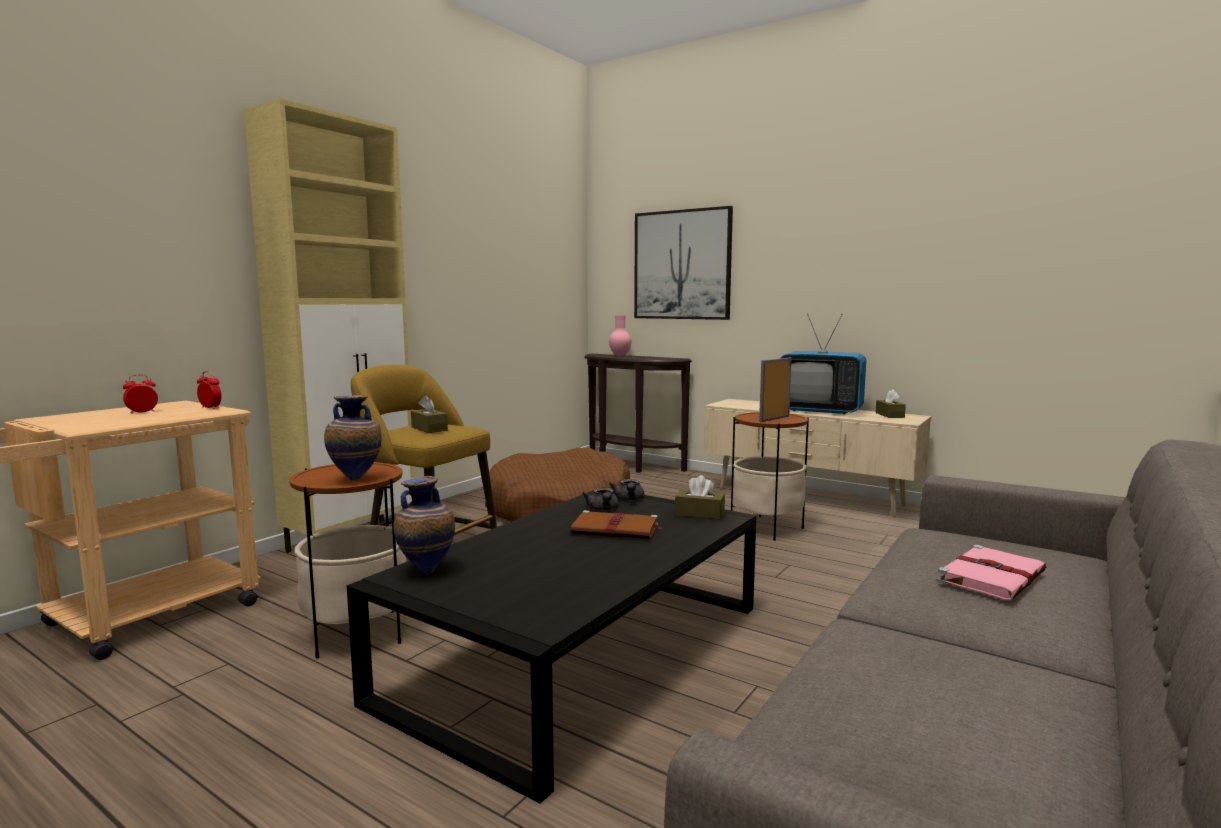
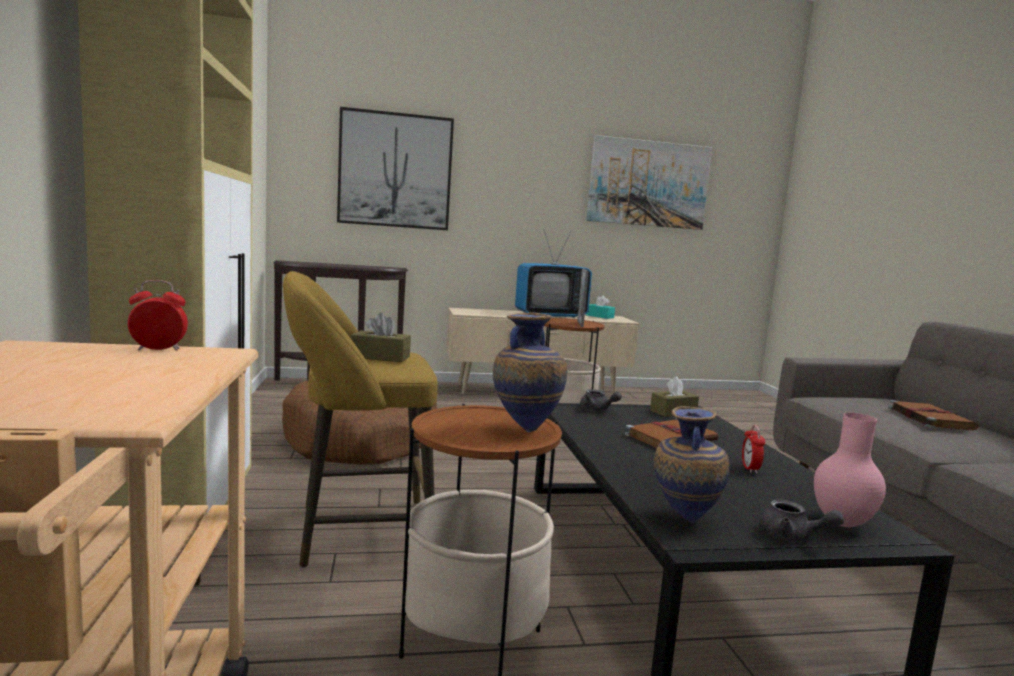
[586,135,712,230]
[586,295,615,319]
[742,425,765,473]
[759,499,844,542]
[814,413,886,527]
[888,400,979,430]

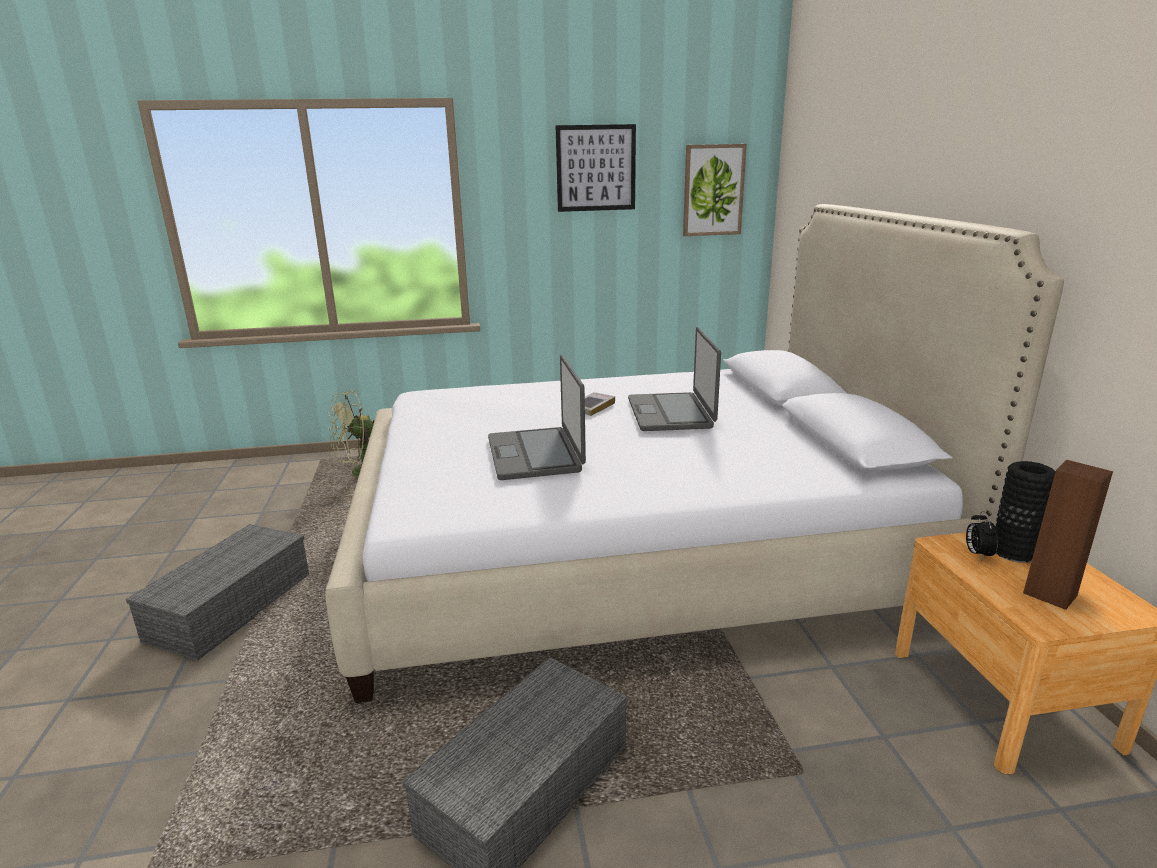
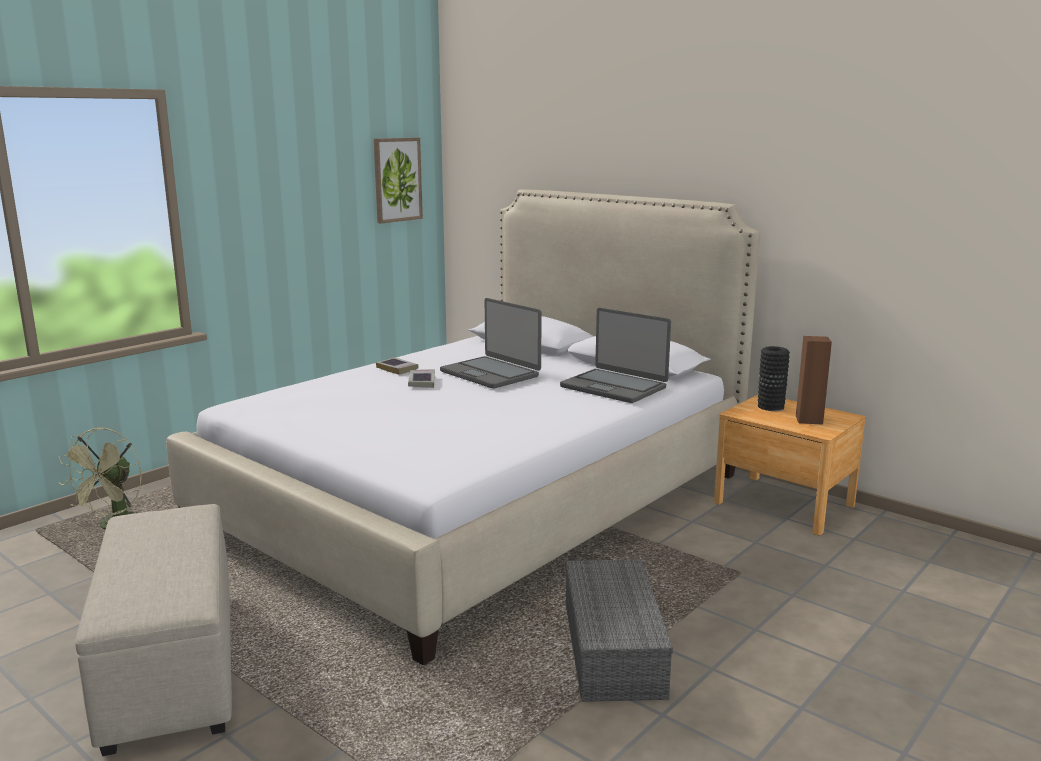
[75,504,232,756]
[376,357,418,375]
[560,308,671,403]
[556,124,636,212] (first image)
[966,511,999,561] (first image)

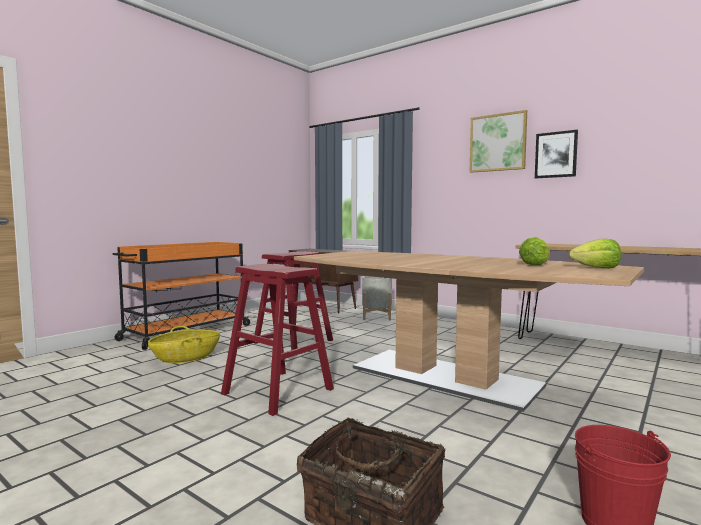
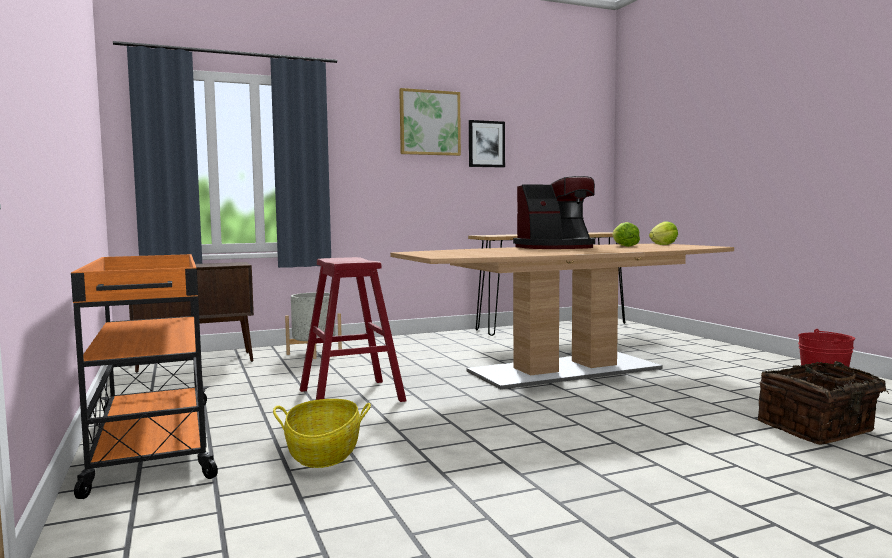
[513,176,595,249]
[221,264,334,416] (first image)

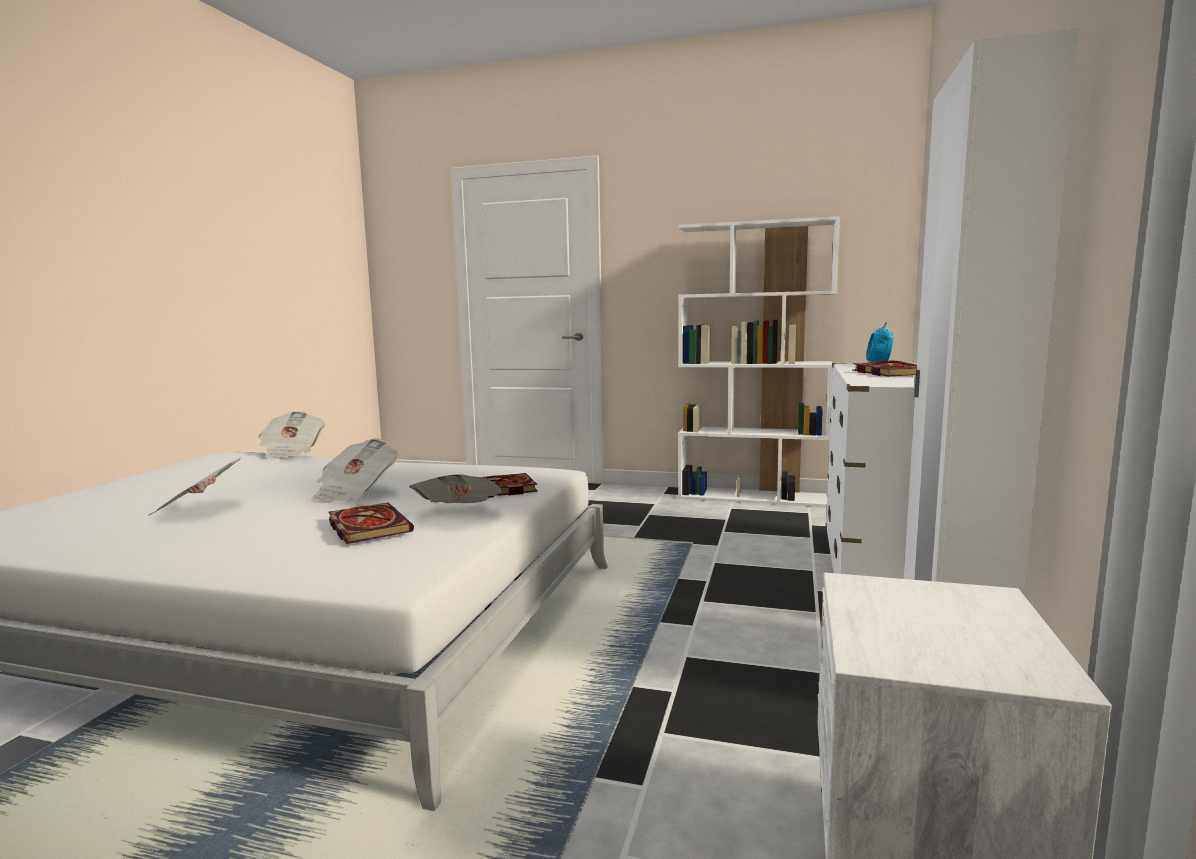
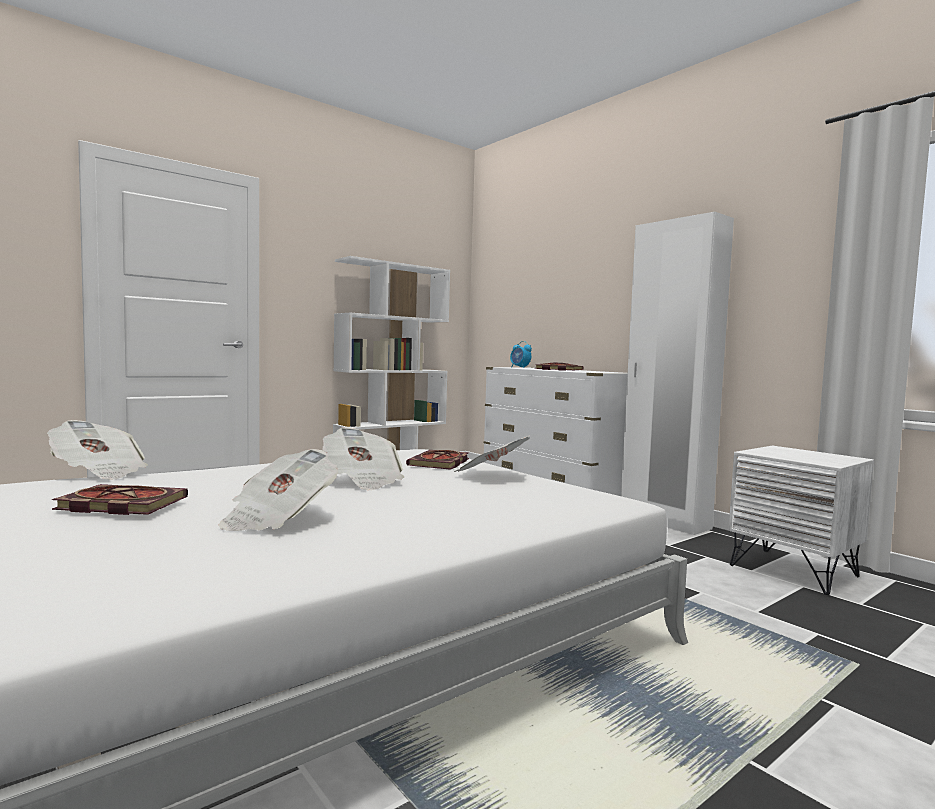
[52,484,188,515]

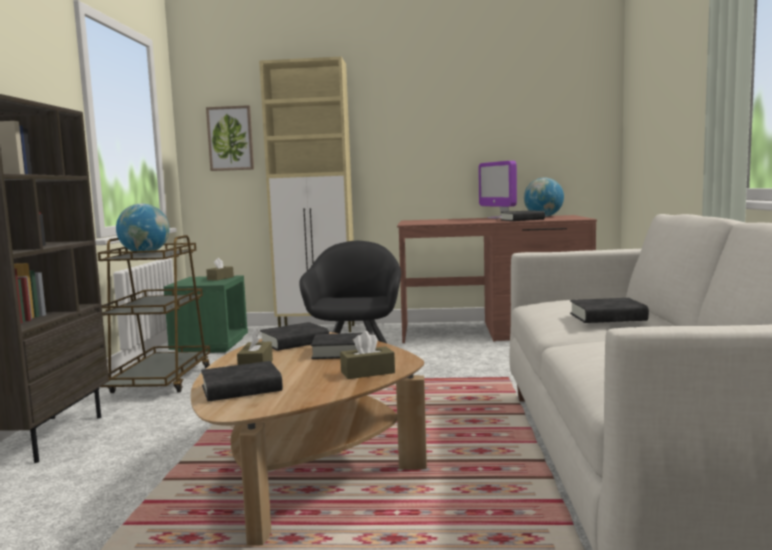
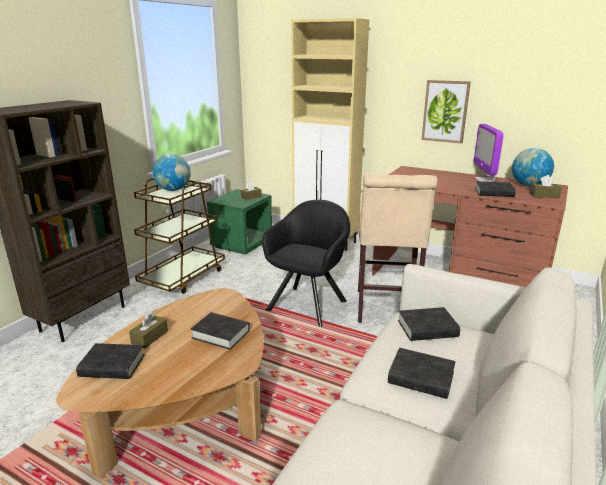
[358,173,438,323]
[398,307,460,341]
[422,80,471,143]
[530,175,562,198]

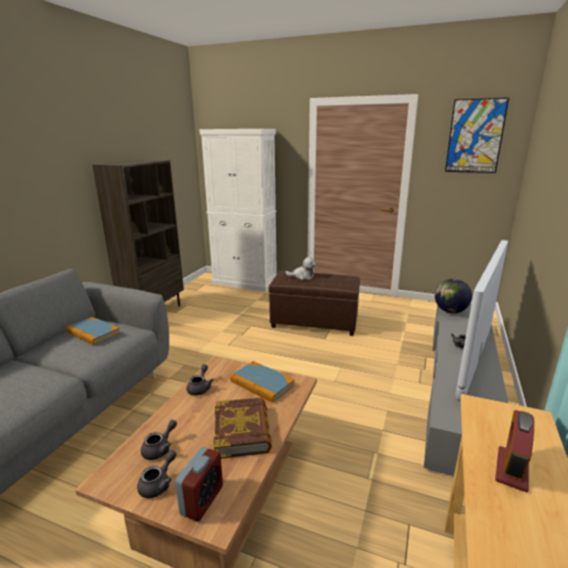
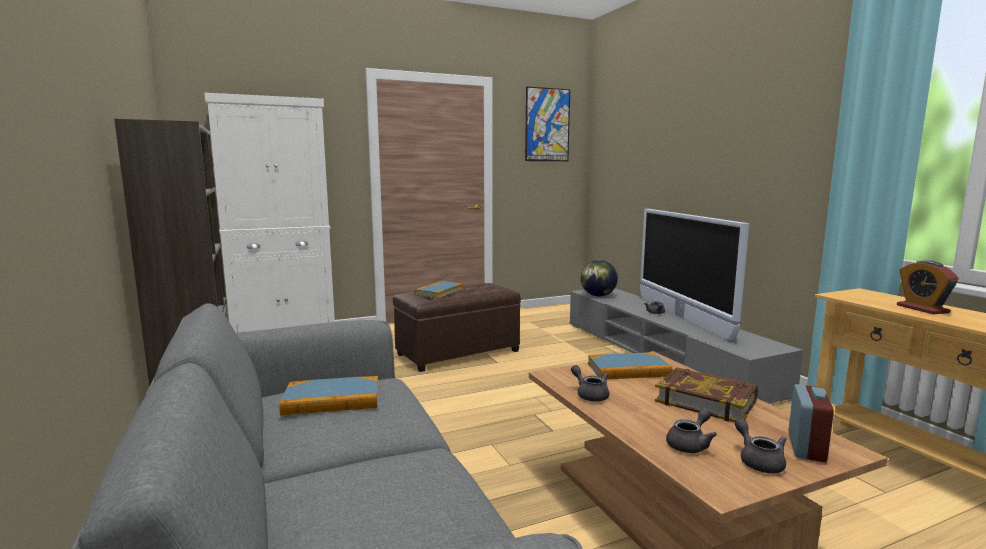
[415,281,463,299]
[666,408,717,453]
[789,384,834,462]

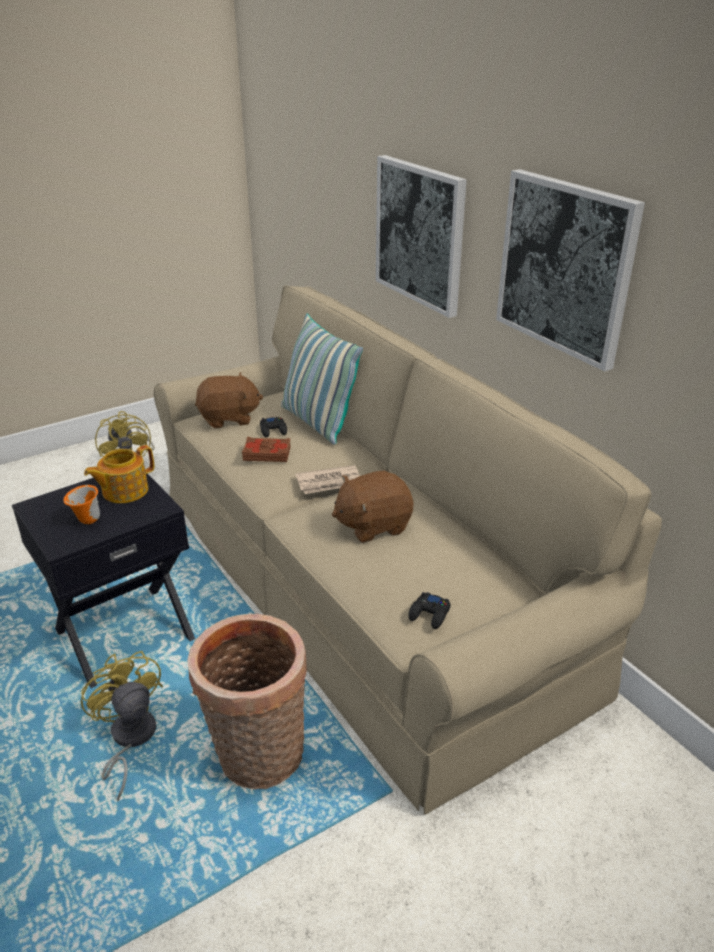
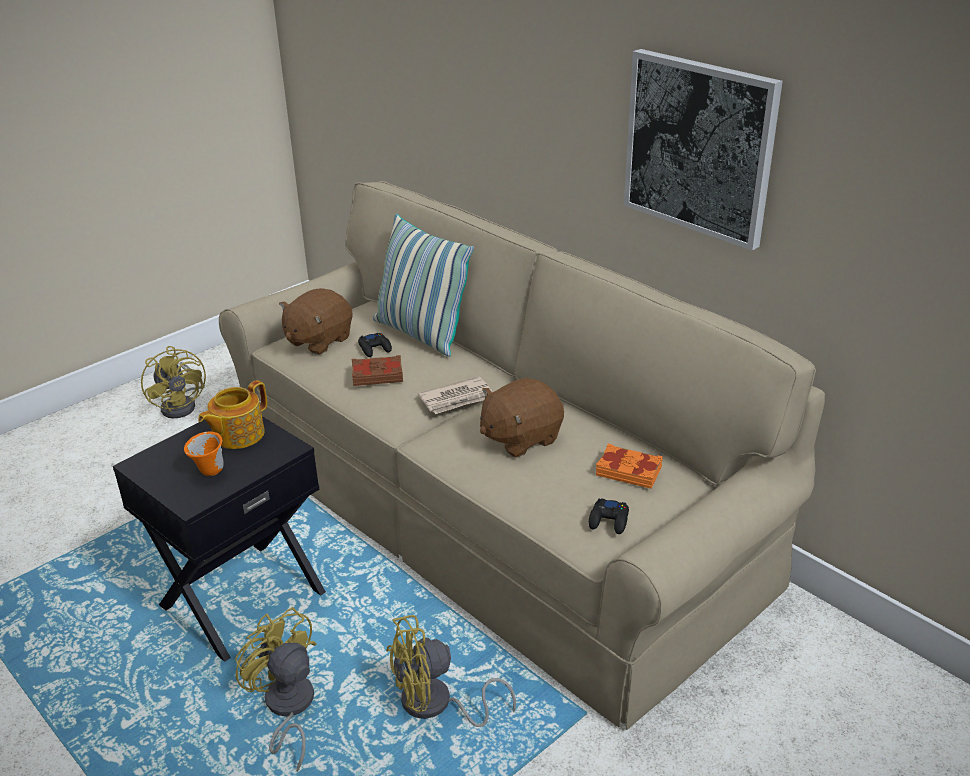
[279,288,353,355]
[386,615,516,727]
[596,444,663,489]
[376,155,467,318] (first image)

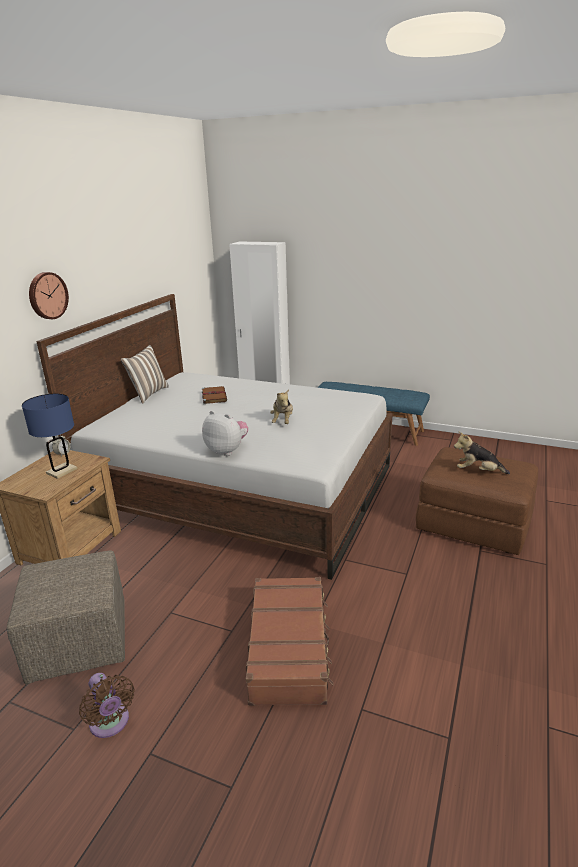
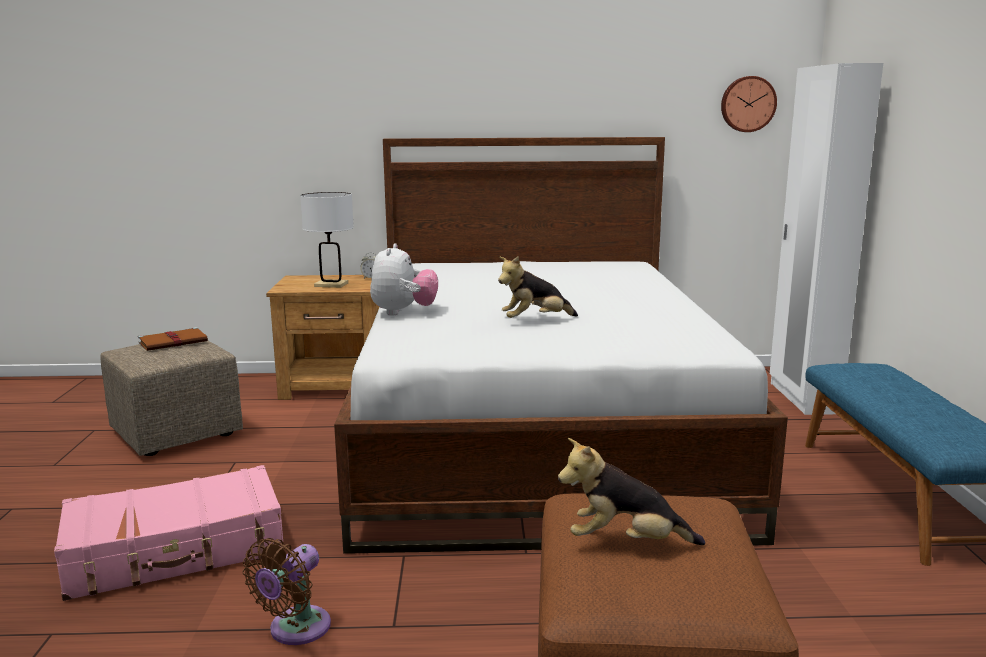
[54,465,283,601]
[138,327,208,351]
[243,538,331,645]
[300,192,354,288]
[558,438,705,545]
[721,76,777,132]
[121,345,169,403] (first image)

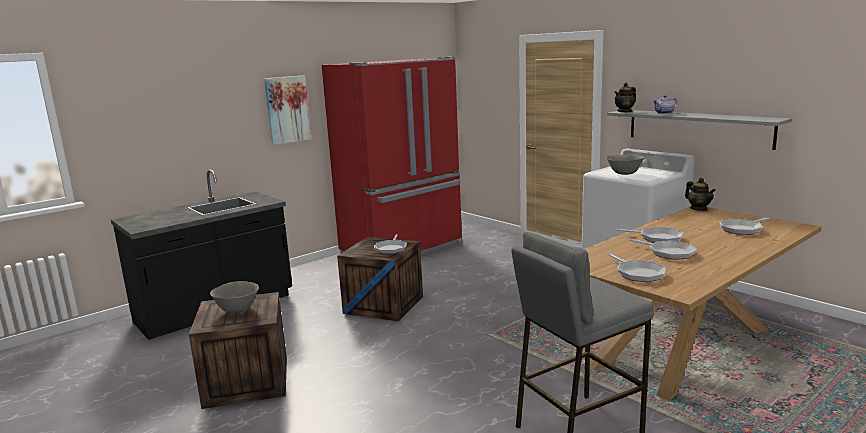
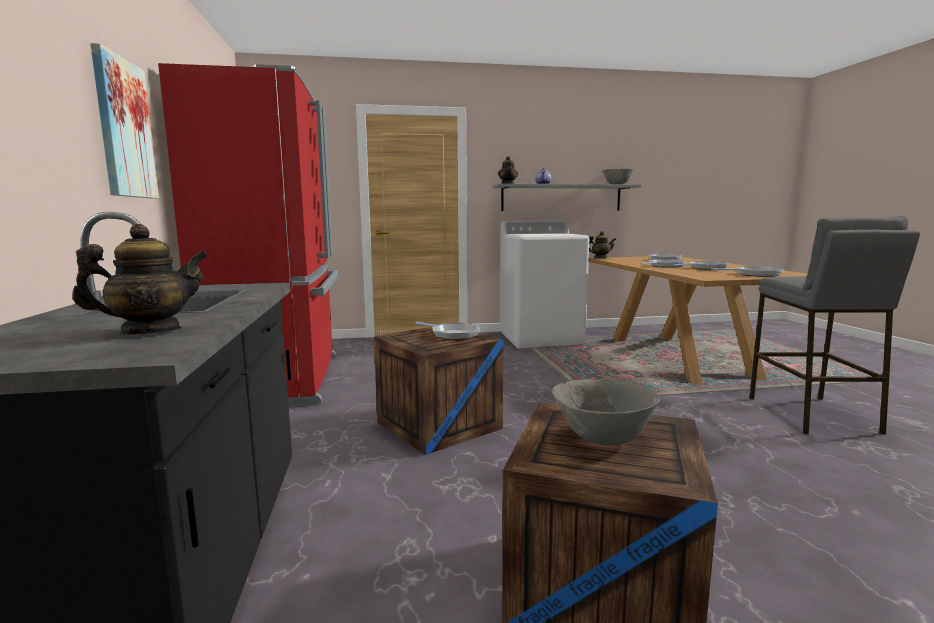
[72,224,208,334]
[602,168,634,184]

